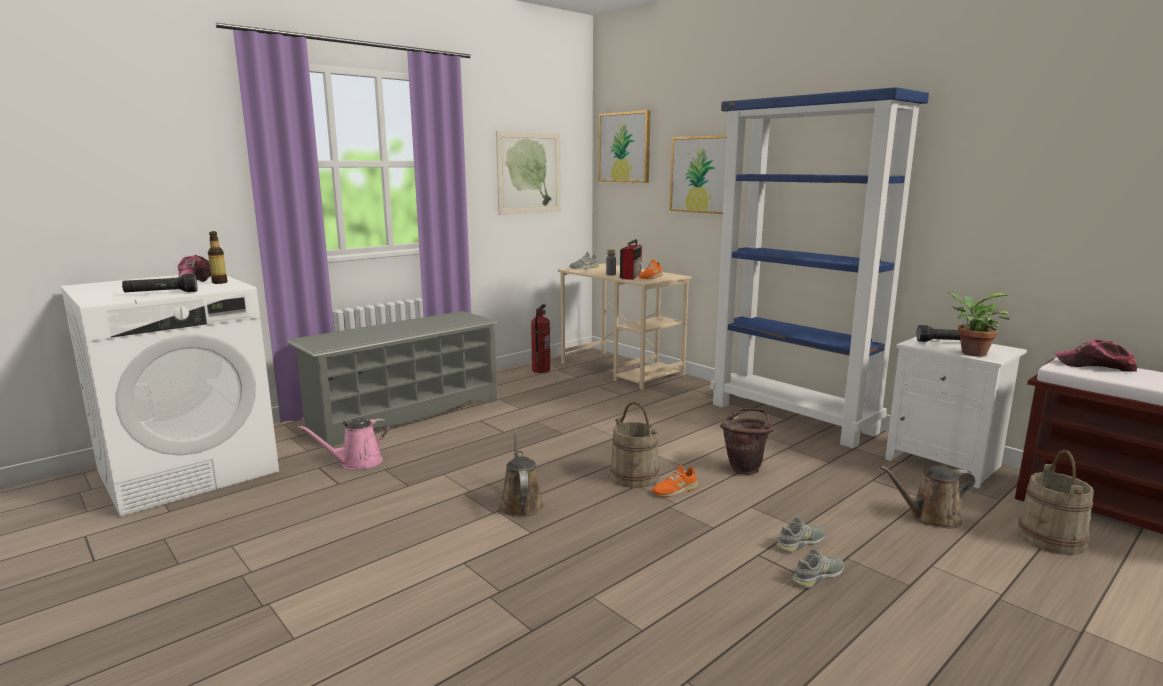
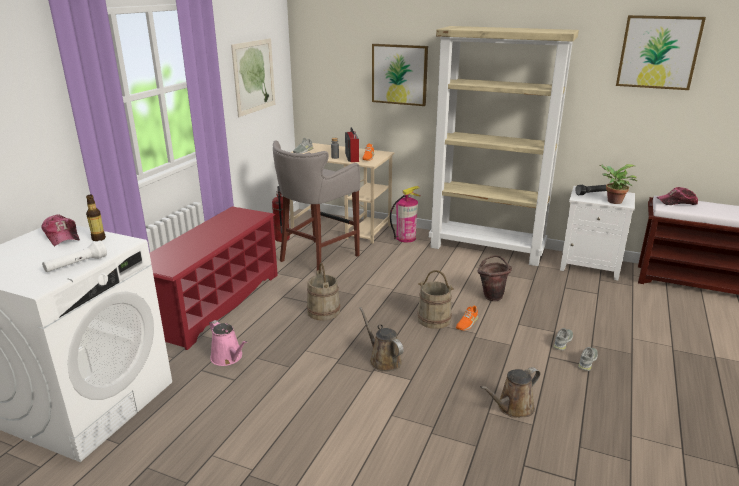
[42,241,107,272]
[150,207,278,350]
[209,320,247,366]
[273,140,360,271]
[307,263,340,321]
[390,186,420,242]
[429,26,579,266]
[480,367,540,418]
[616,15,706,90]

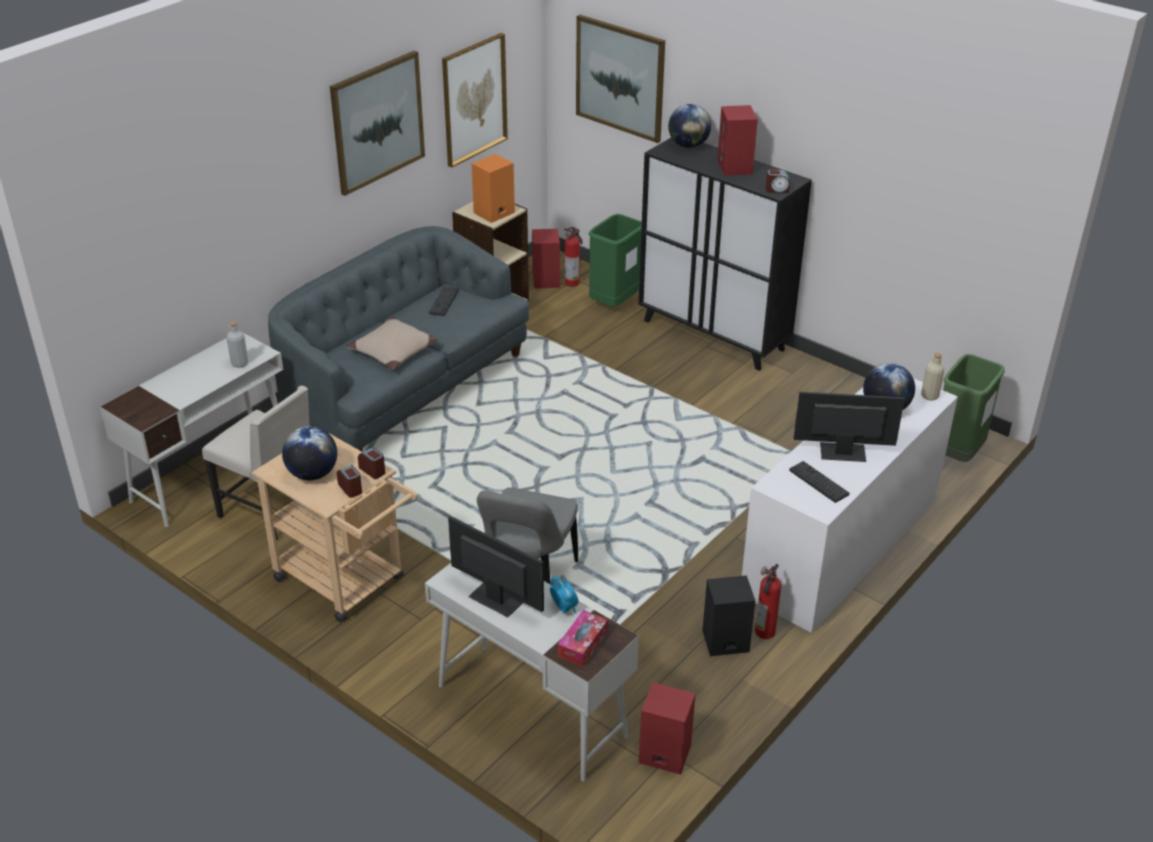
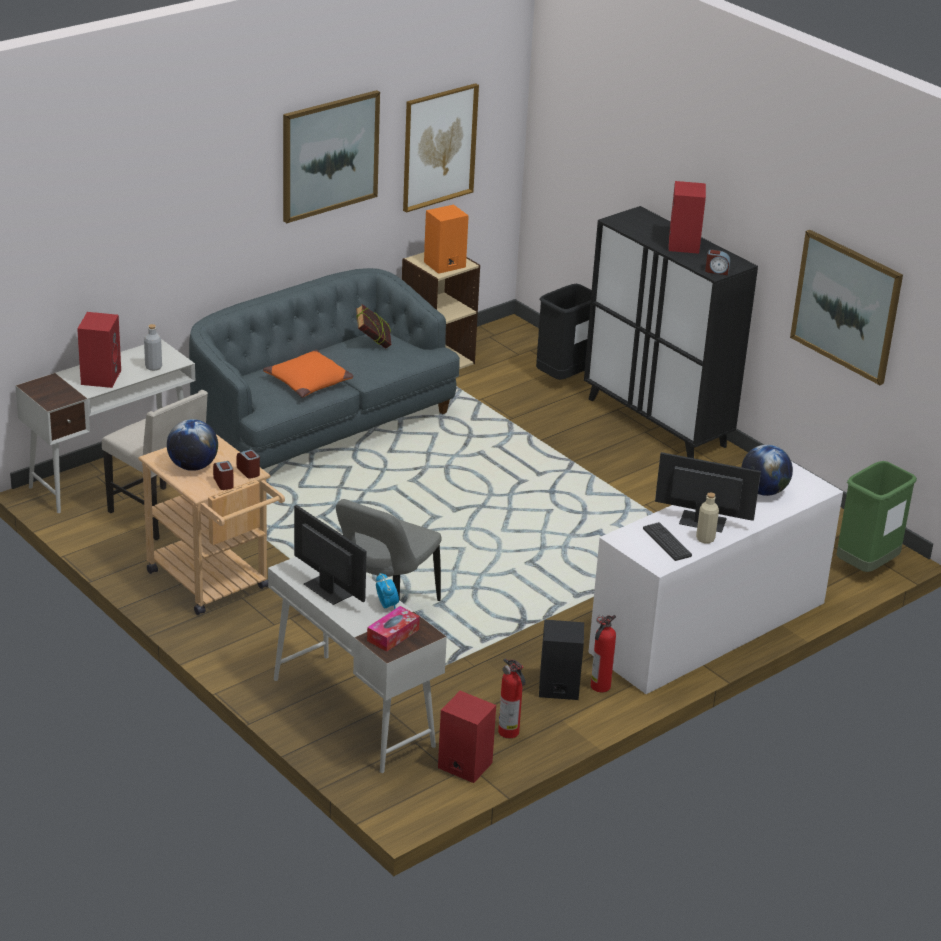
[77,312,121,388]
[263,350,354,398]
[356,304,392,349]
[498,658,525,738]
[536,284,592,380]
[696,493,719,544]
[790,230,903,385]
[668,104,711,148] (first image)

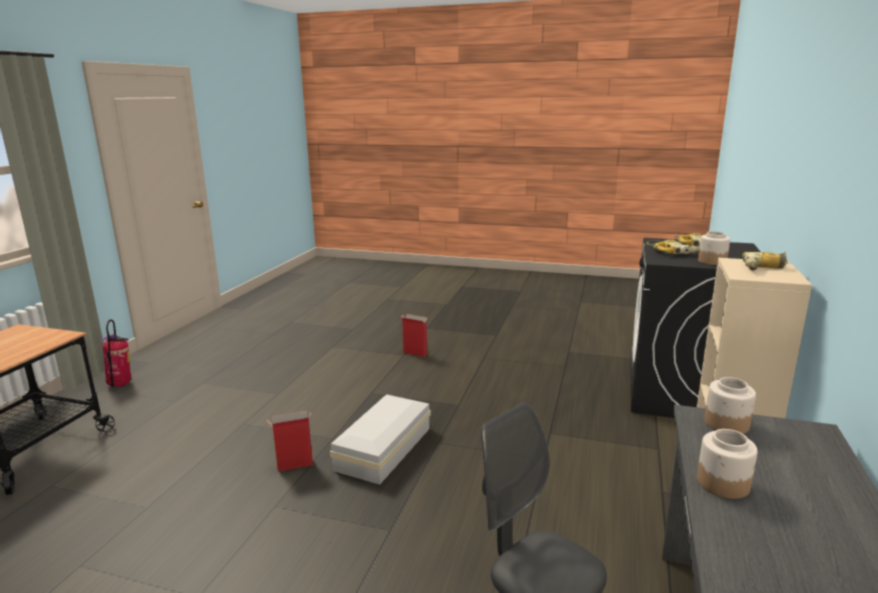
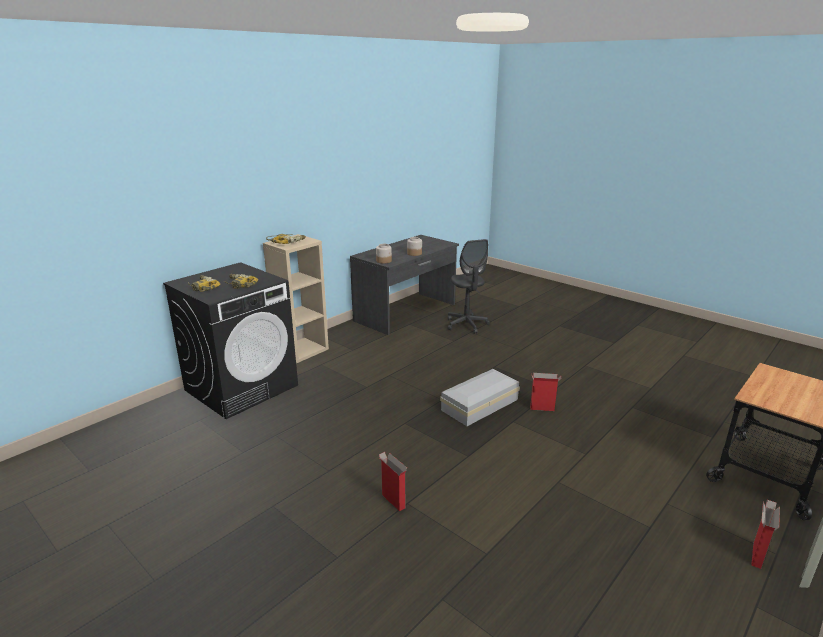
[751,500,780,569]
[698,231,730,265] (first image)

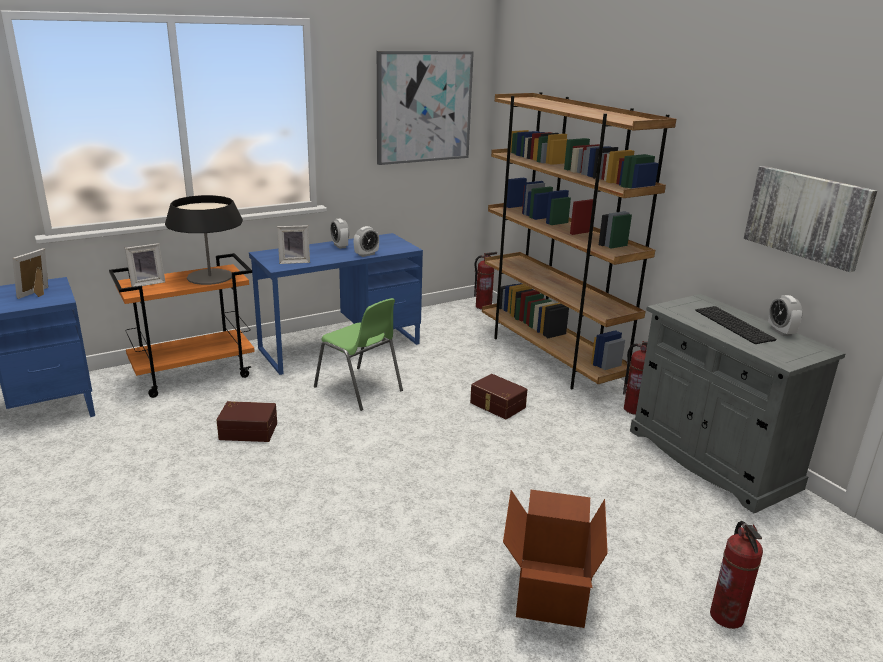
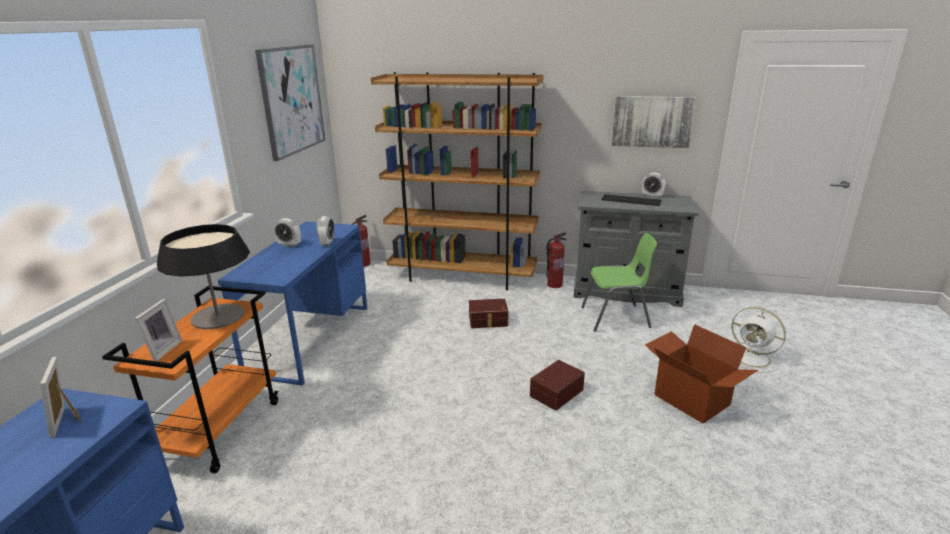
[530,360,585,411]
[581,233,657,332]
[731,307,786,373]
[277,225,310,264] (first image)

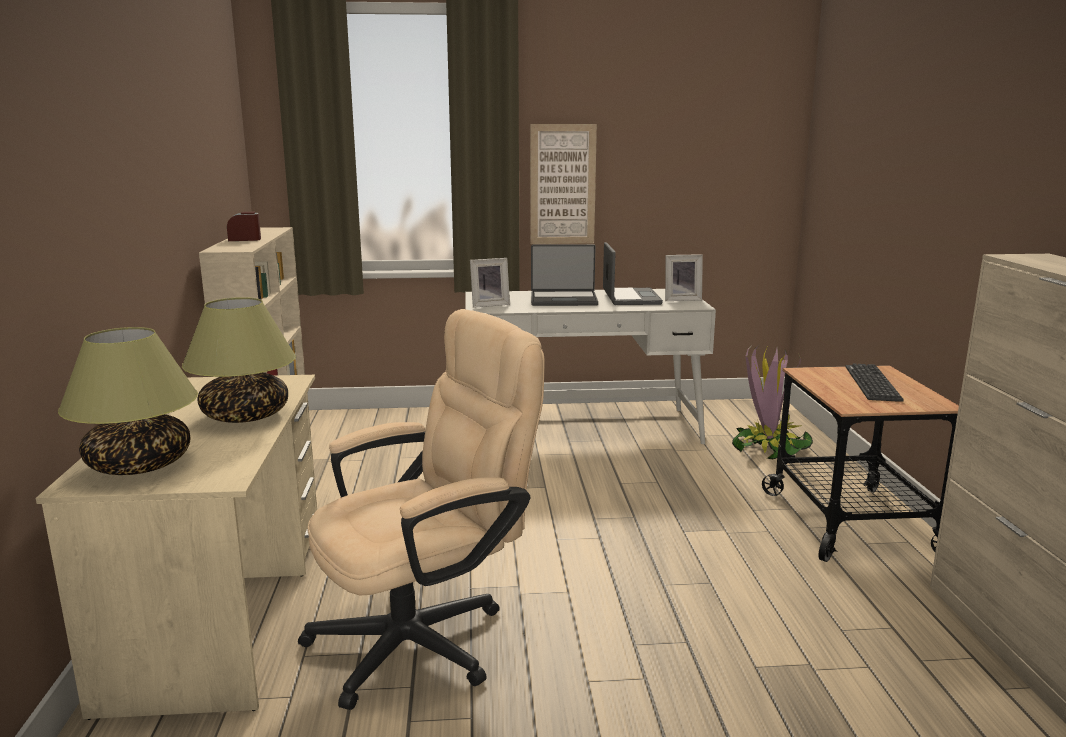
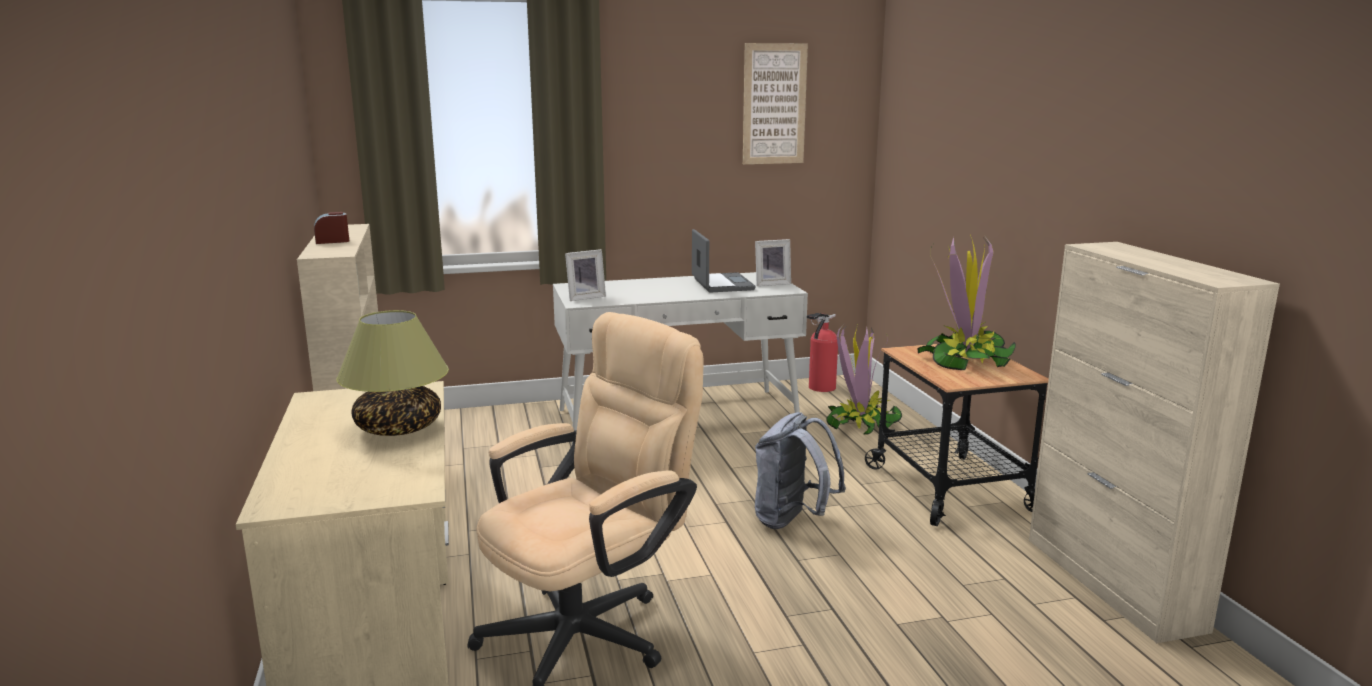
[743,43,808,164]
[755,412,846,529]
[807,313,838,392]
[917,235,1016,370]
[58,327,198,475] (first image)
[531,244,598,306] (first image)

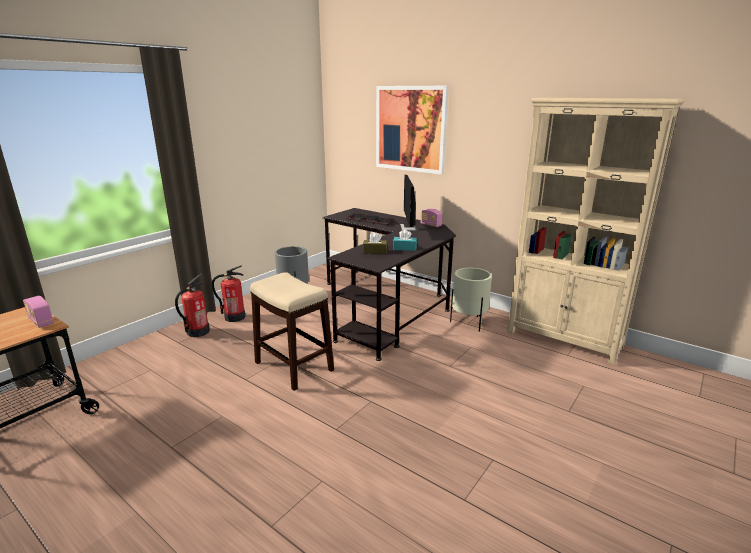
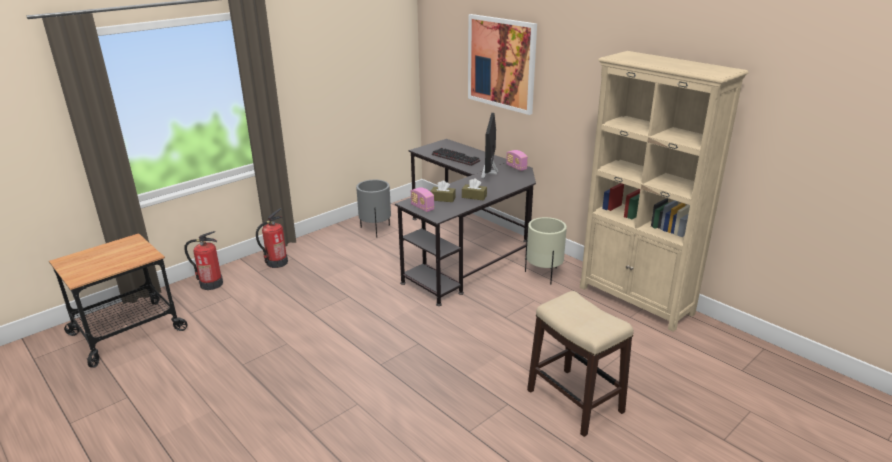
[185,231,223,290]
[411,187,434,212]
[462,178,487,201]
[527,291,634,437]

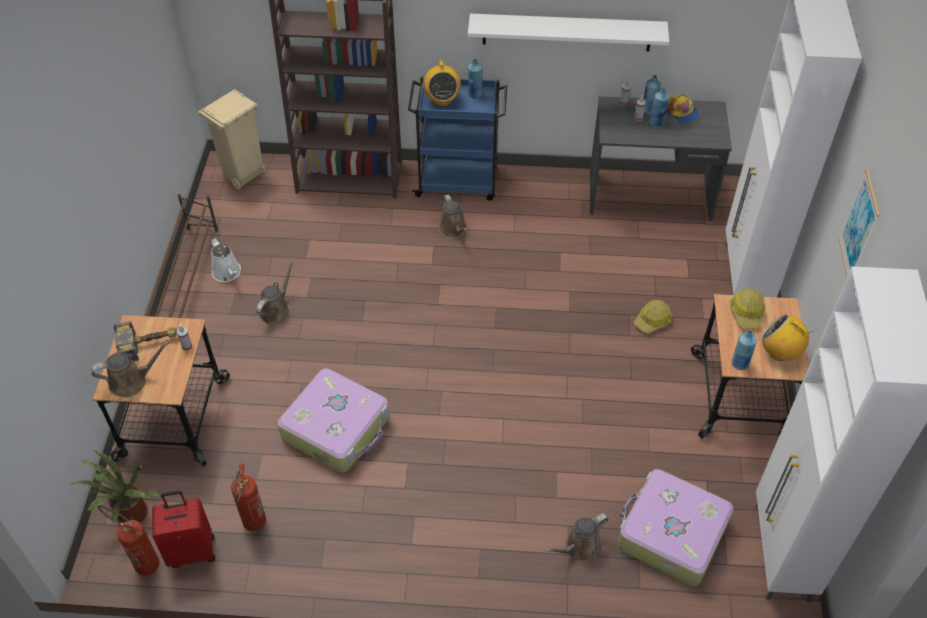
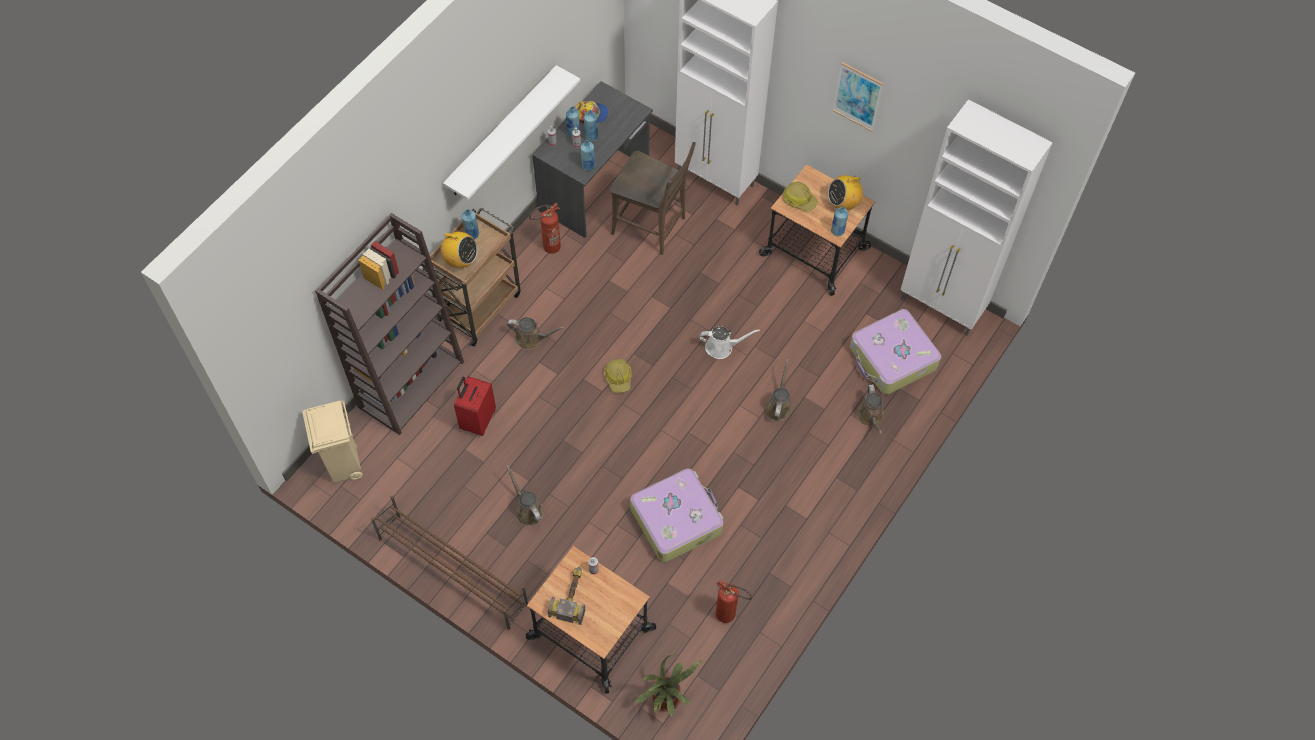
[423,207,521,346]
[454,376,496,436]
[529,203,561,254]
[581,140,595,171]
[604,359,632,393]
[610,142,696,255]
[699,326,760,359]
[764,358,792,421]

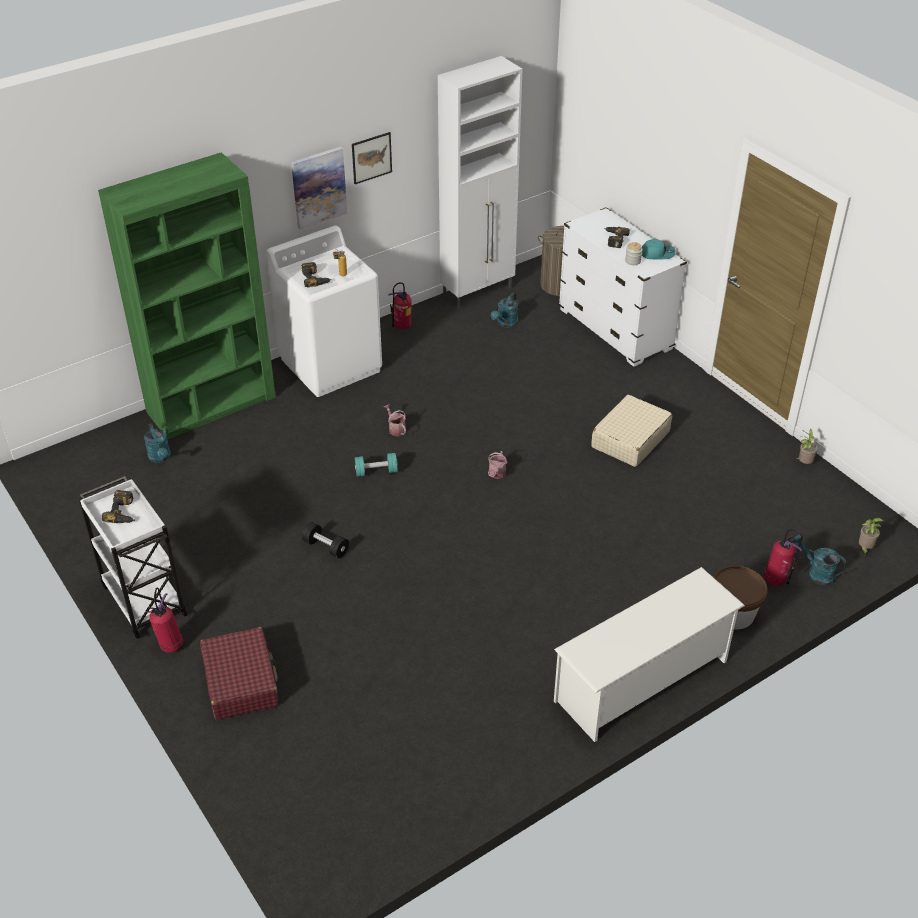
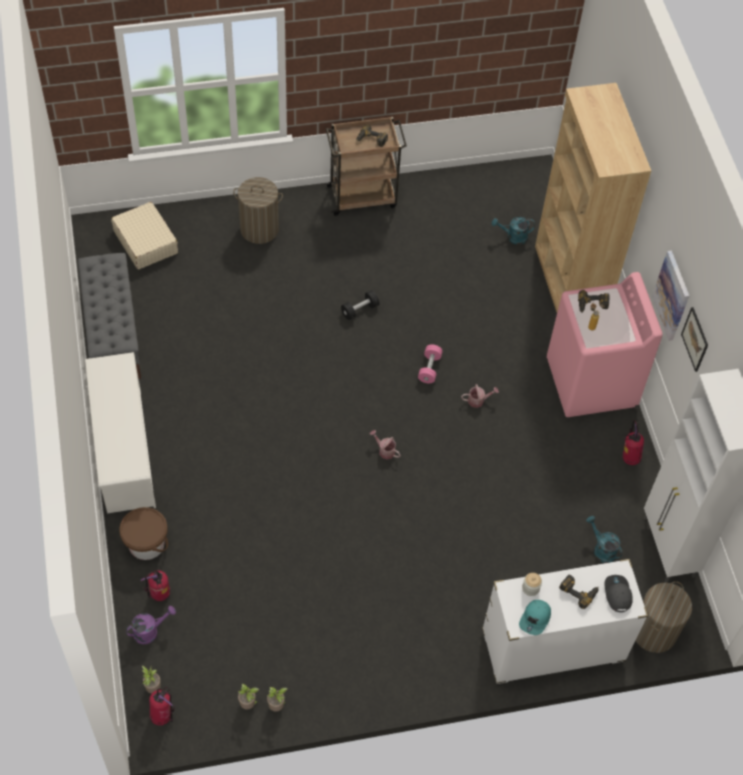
[78,253,141,379]
[111,202,178,270]
[125,606,176,644]
[149,686,175,725]
[233,177,283,244]
[238,684,259,709]
[325,117,407,216]
[418,345,443,384]
[535,83,651,312]
[547,272,663,417]
[605,575,633,612]

